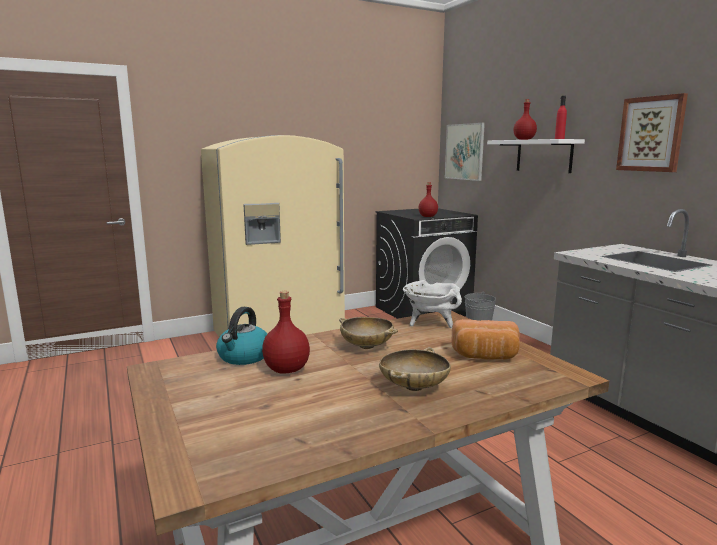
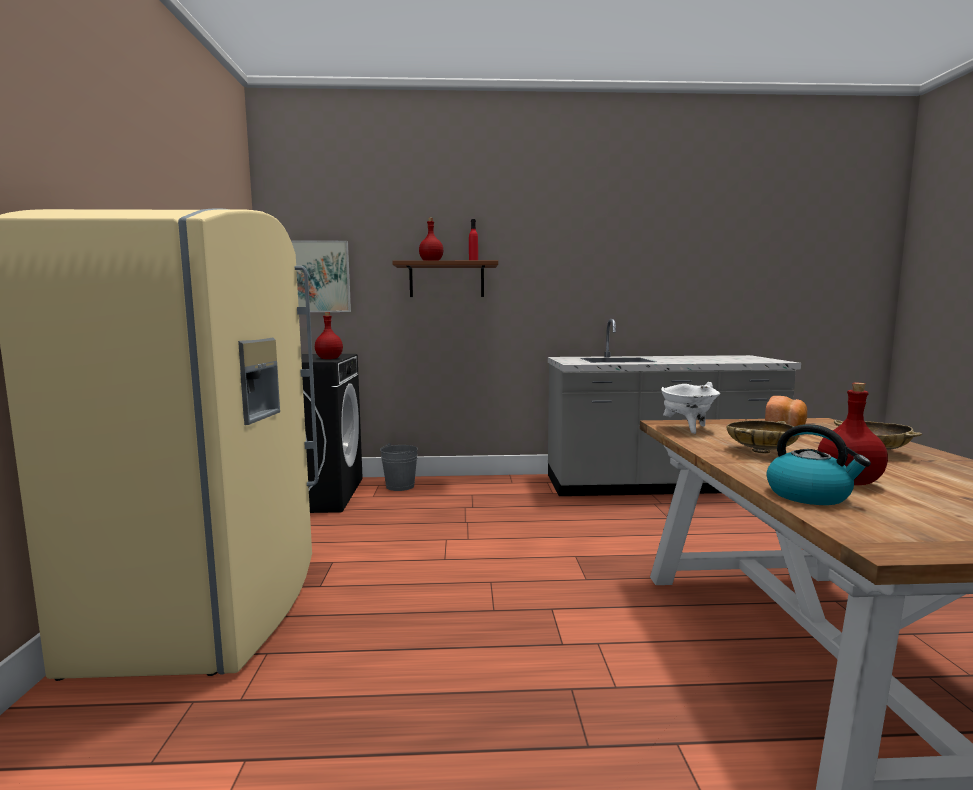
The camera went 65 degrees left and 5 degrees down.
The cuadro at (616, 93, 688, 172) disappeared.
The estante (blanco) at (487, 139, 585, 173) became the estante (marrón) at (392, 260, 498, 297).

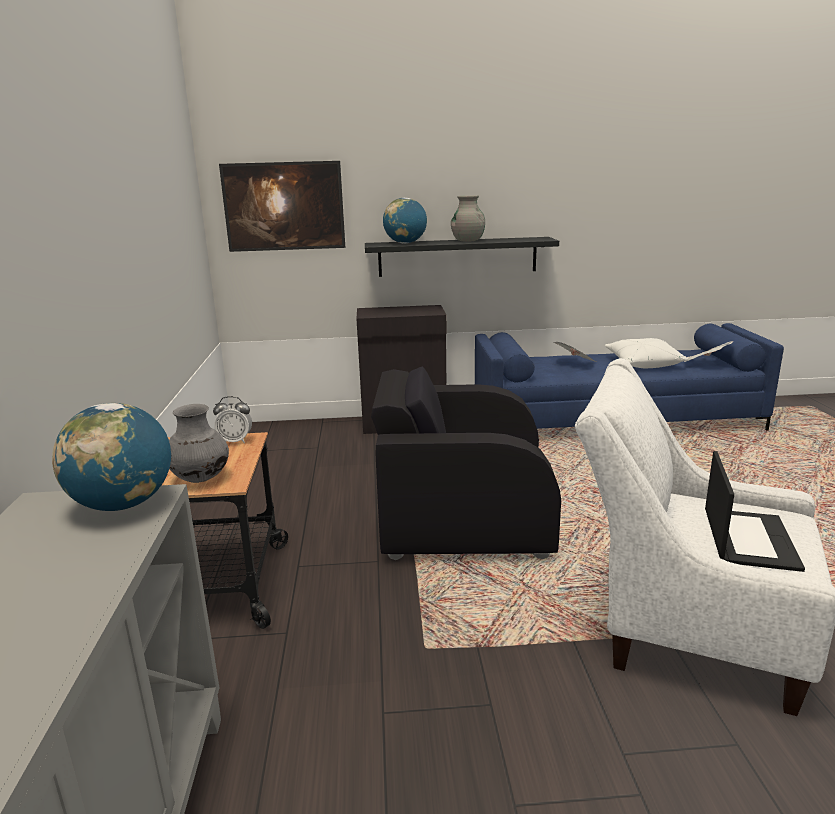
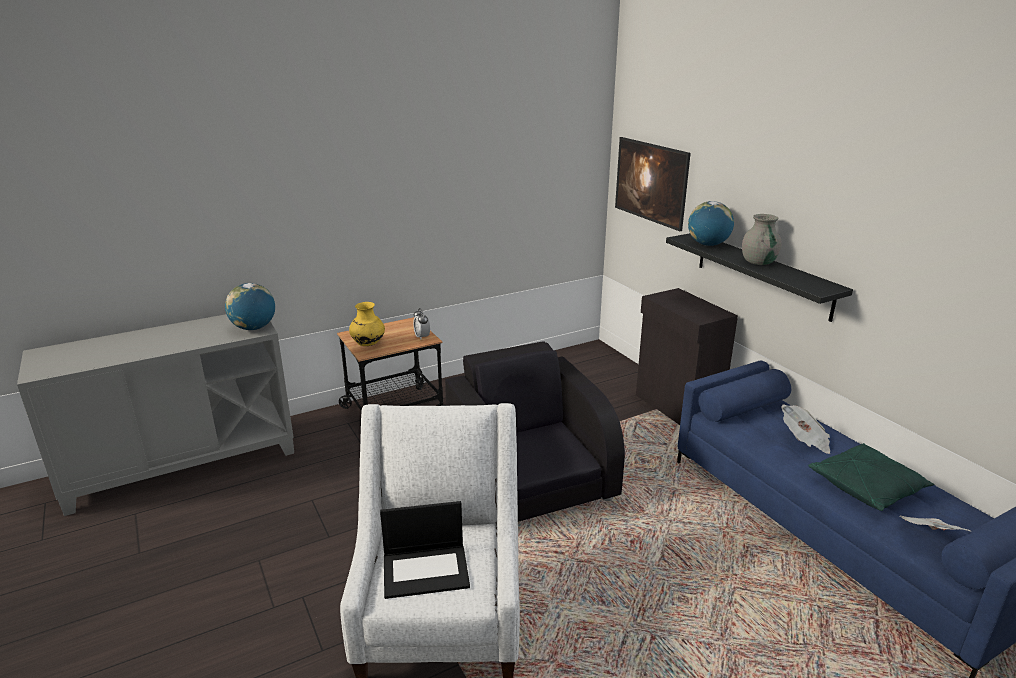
The camera went 65 degrees right and 5 degrees up.
The florero (gris) at (169, 404, 229, 483) became the florero (amarillo) at (349, 302, 385, 346).
The cojín (blanco) at (605, 338, 688, 368) became the cojín (verde) at (808, 443, 934, 511).

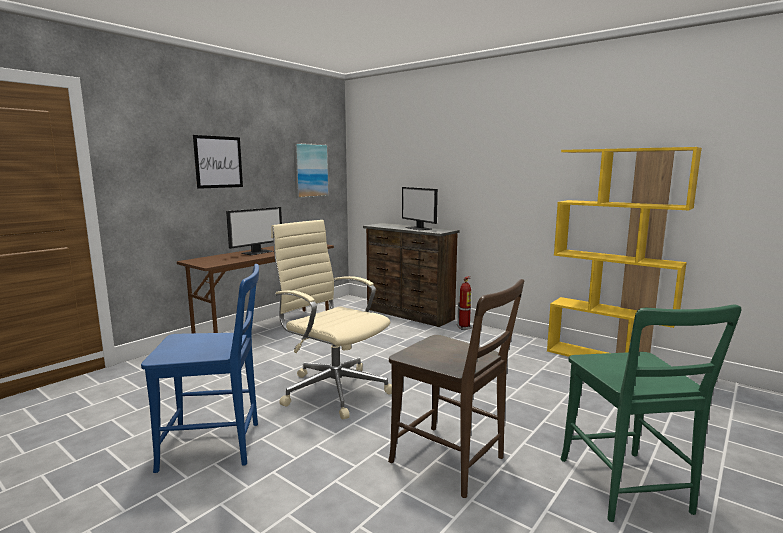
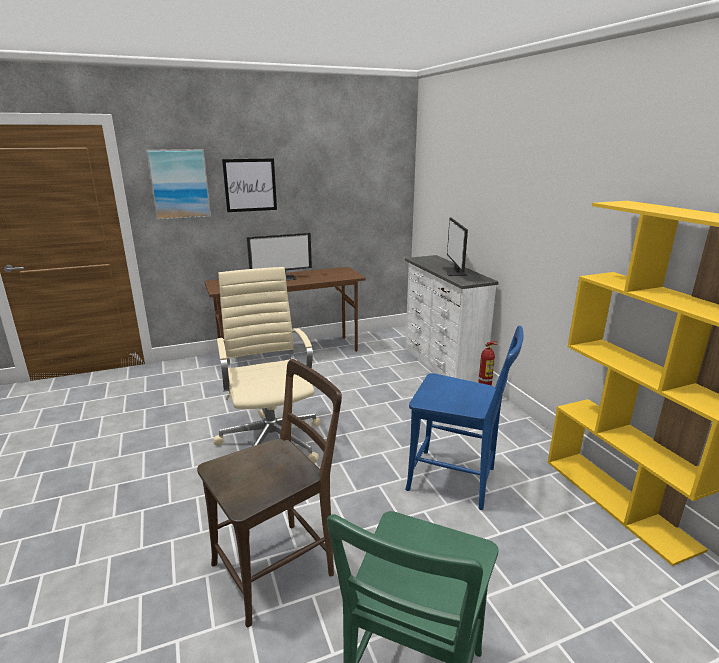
The camera went 30 degrees right and 10 degrees up.
The silla (azul) moved from (141, 264, 259, 473) to (405, 326, 524, 510).
The cuadro moved from (293, 143, 329, 198) to (146, 149, 211, 220).
The cómoda (marrón) at (363, 223, 460, 327) became the cómoda (blanco) at (405, 255, 499, 383).
The silla (marrón) at (388, 279, 524, 498) turned 105 degrees counterclockwise.

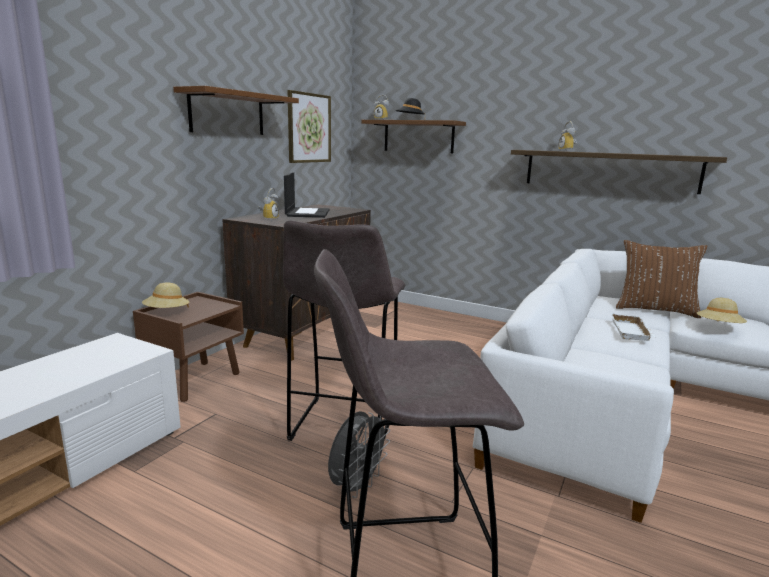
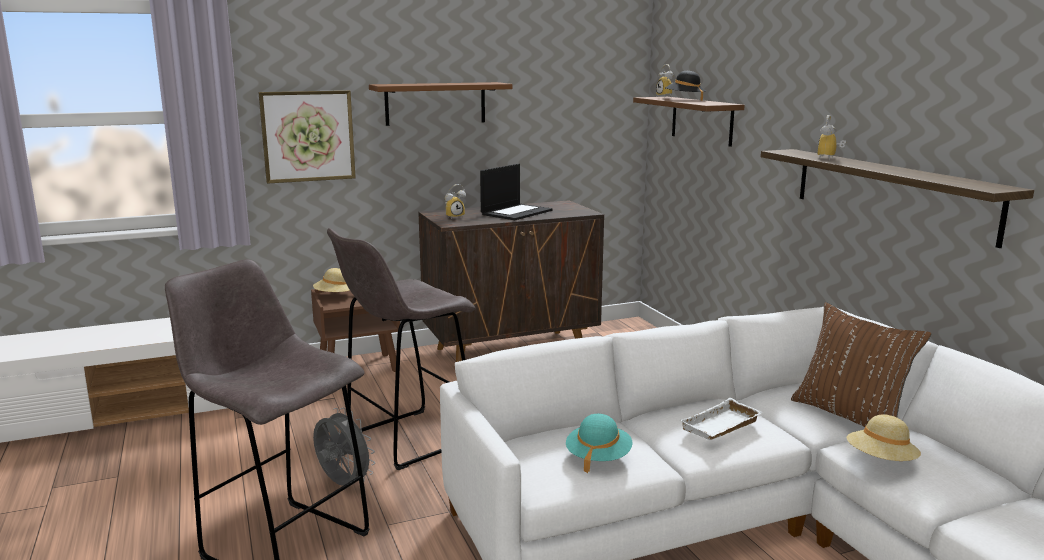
The camera went 40 degrees right and 0 degrees up.
The sombrero (turquesa) at (566, 414, 633, 473) appeared.
The cuadro moved from (287, 90, 331, 163) to (258, 90, 356, 184).
The ventilador (gris) at (328, 411, 390, 498) turned 120 degrees counterclockwise.

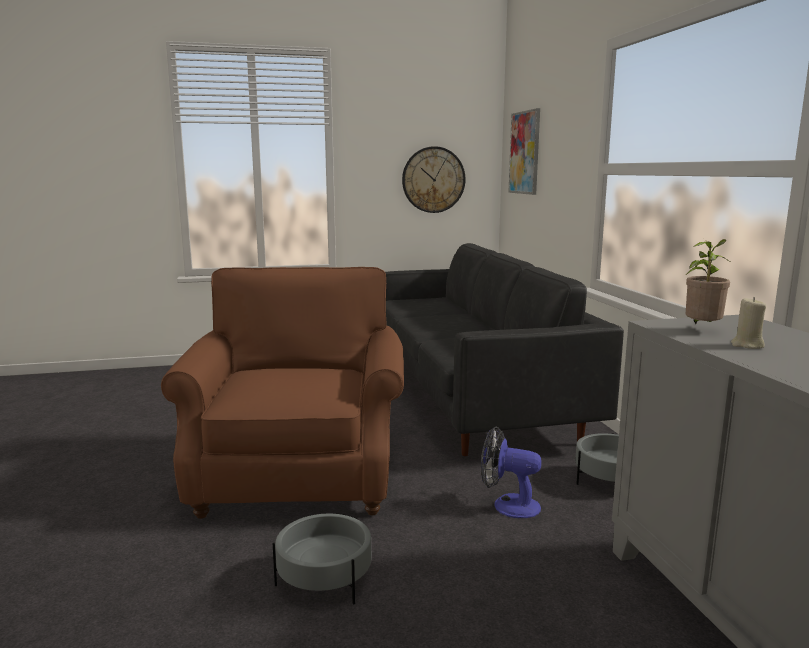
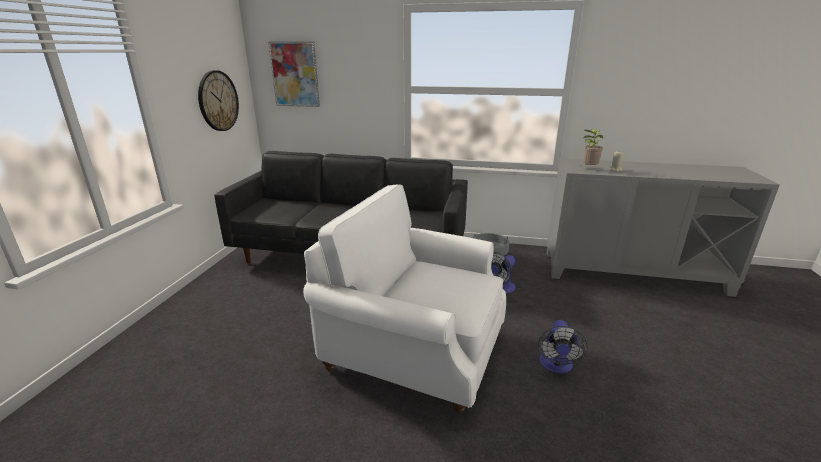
The camera went 65 degrees left and 10 degrees up.
The maceta (gris) at (273, 513, 371, 605) was replaced by the ventilador at (538, 320, 588, 373).
The sillón (marrón) at (161, 267, 404, 519) became the sillón (blanco) at (303, 184, 506, 413).

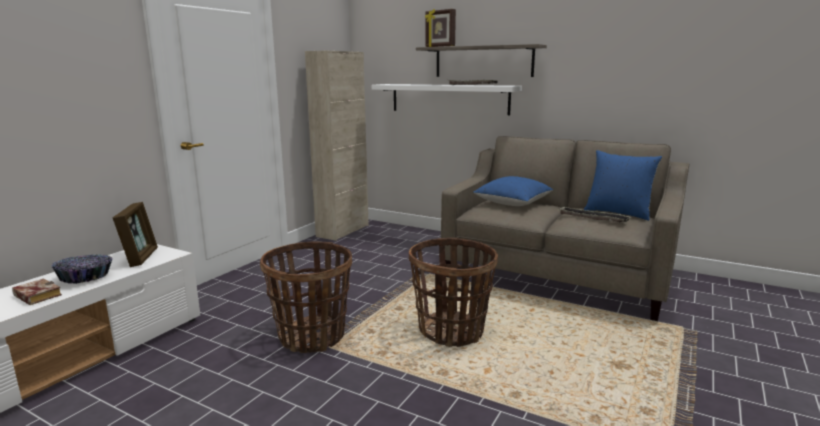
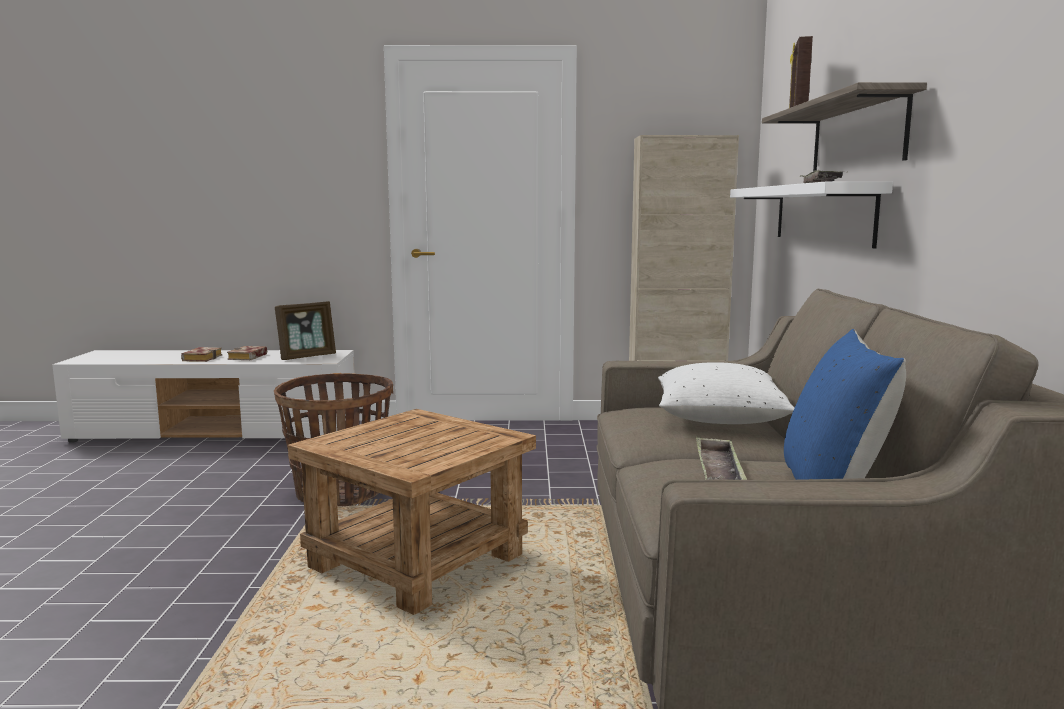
The camera went 60 degrees right and 5 degrees down.
The cuenco at (51, 254, 113, 284) was replaced by the libro at (227, 346, 267, 360).
The cesta at (409, 238, 498, 347) was replaced by the mesa auxiliar (marrón) at (288, 409, 536, 615).
The cojín (azul) at (473, 176, 553, 206) became the cojín (blanco) at (658, 362, 794, 424).

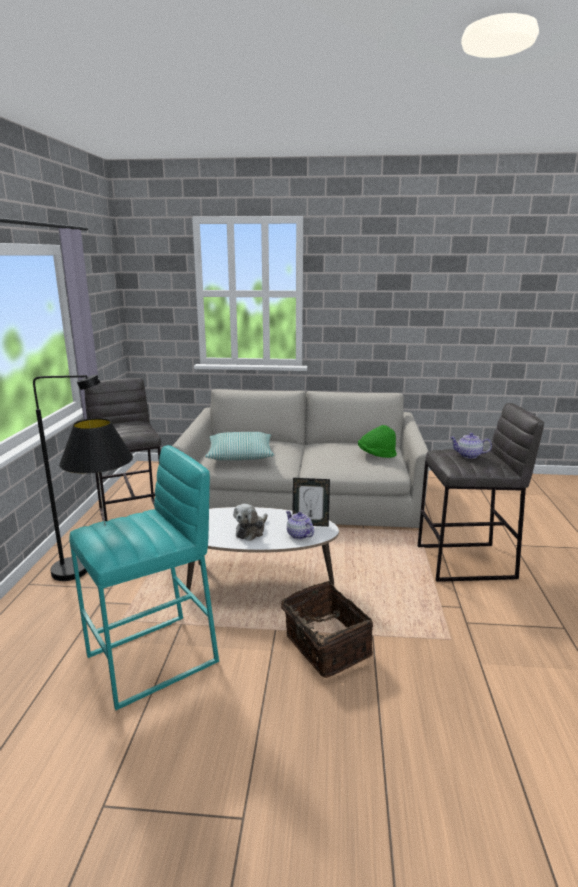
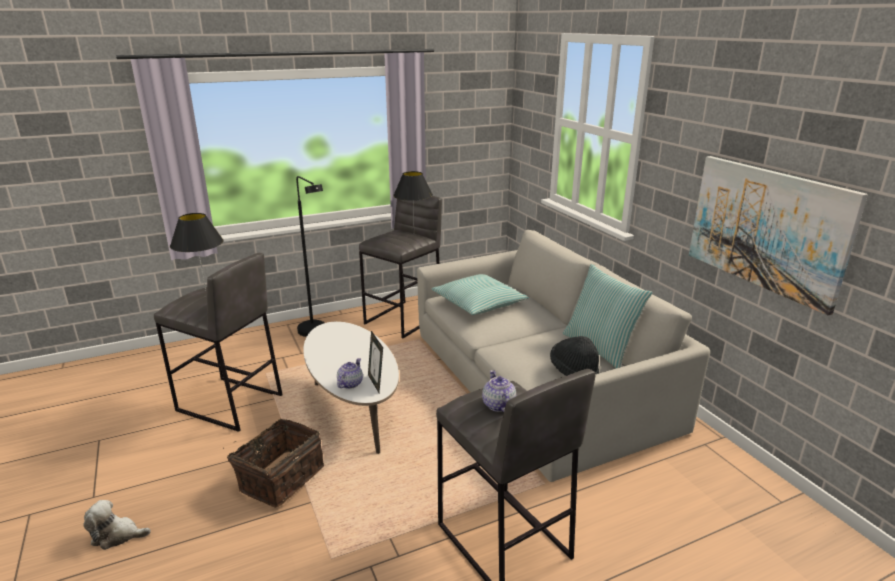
The camera went 60 degrees right and 5 degrees up.
The lámpara de mesa (negro) at (393, 171, 433, 221) appeared.
The cojín at (563, 264, 652, 368) appeared.
The cuadro at (689, 156, 868, 315) appeared.
The peluche moved from (233, 504, 267, 541) to (83, 500, 151, 550).
The taburete (turquesa) at (70, 445, 219, 710) became the taburete (gris) at (154, 253, 283, 432).
The sombrero (verde) at (358, 425, 397, 458) became the sombrero (negro) at (550, 336, 599, 376).

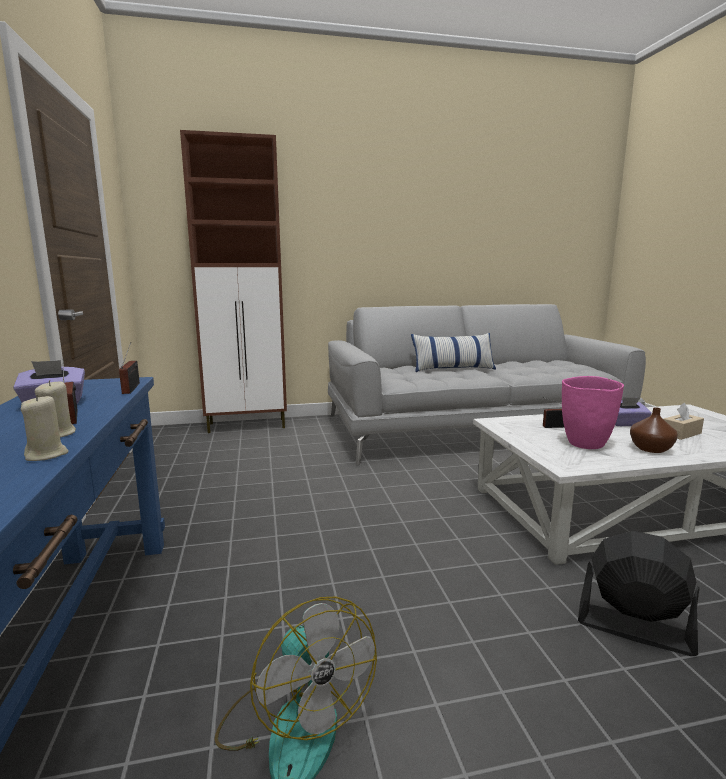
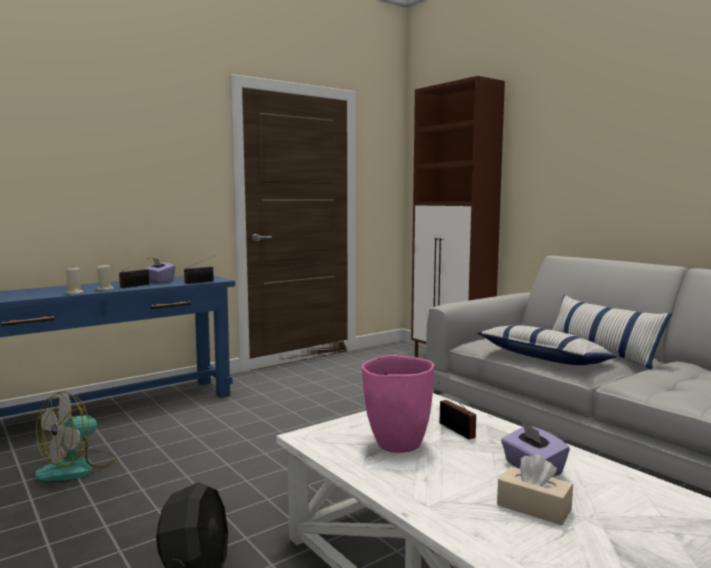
The camera went 65 degrees right and 5 degrees down.
The florero (marrón) at (630, 407, 678, 453) disappeared.
The cojín at (477, 325, 617, 365) appeared.

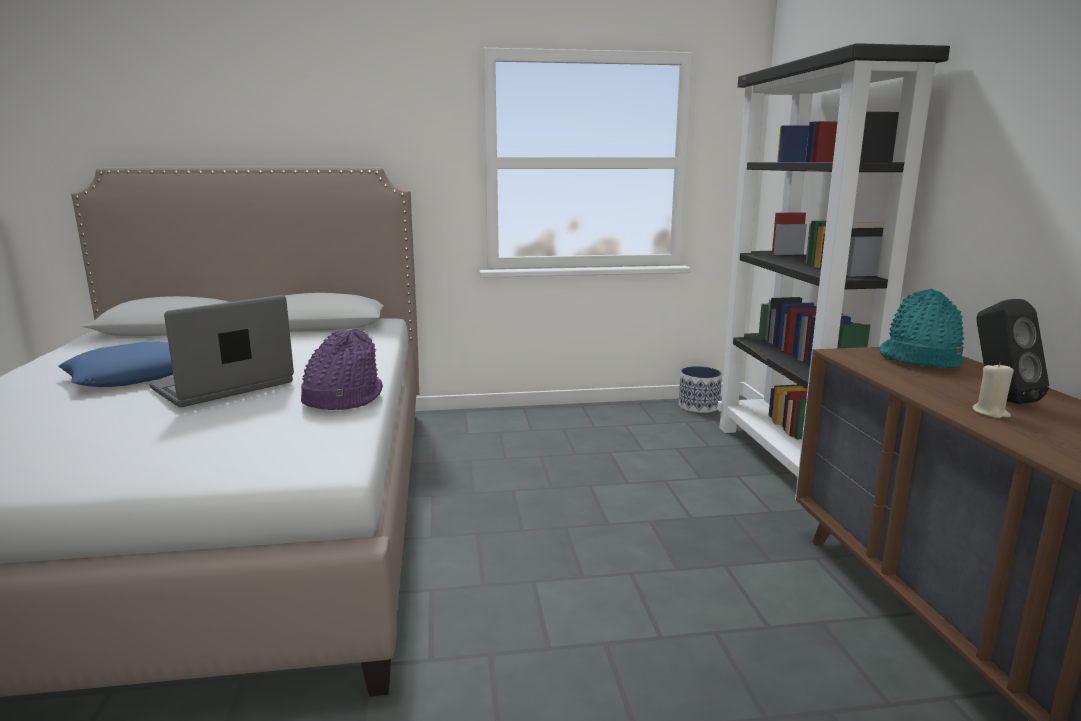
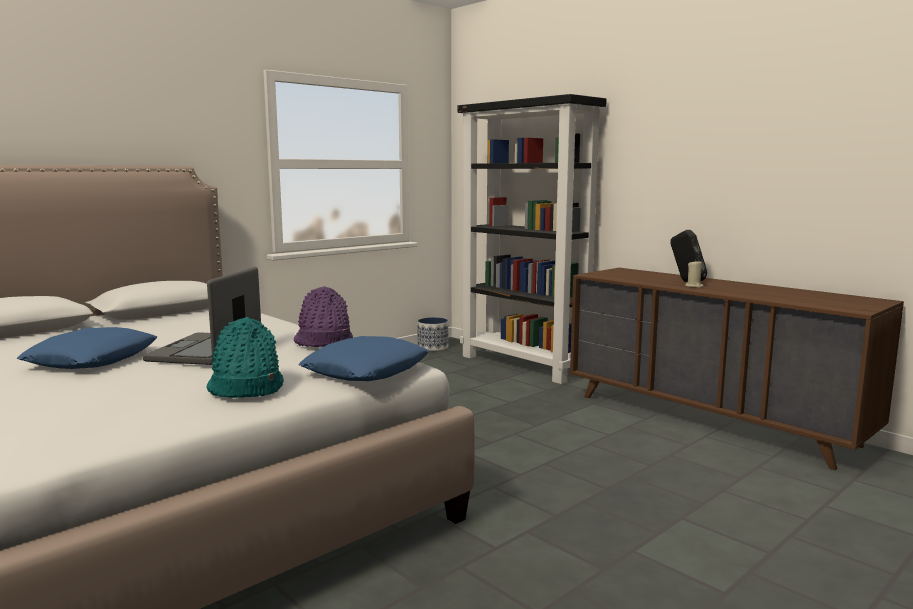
The camera went 35 degrees left and 5 degrees down.
The cojín (azul) at (299, 336, 429, 381) appeared.
The sombrero (turquesa) moved from (879, 289, 964, 368) to (207, 317, 284, 398).

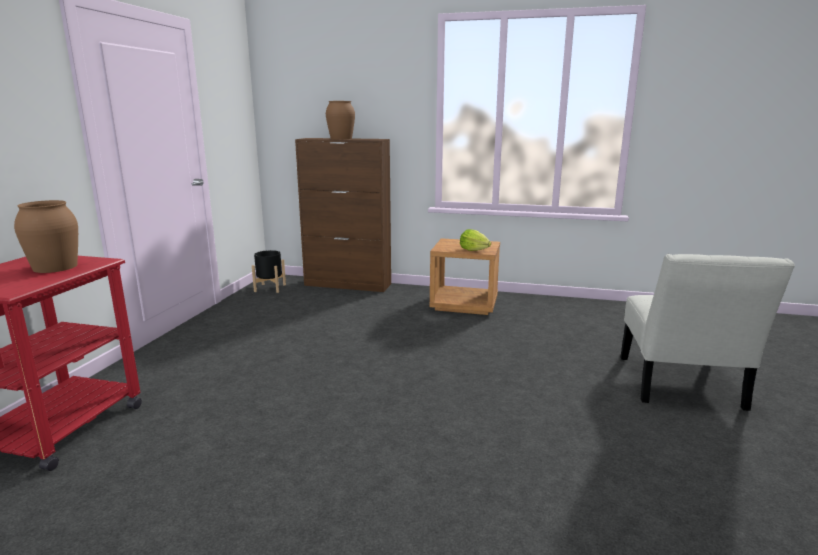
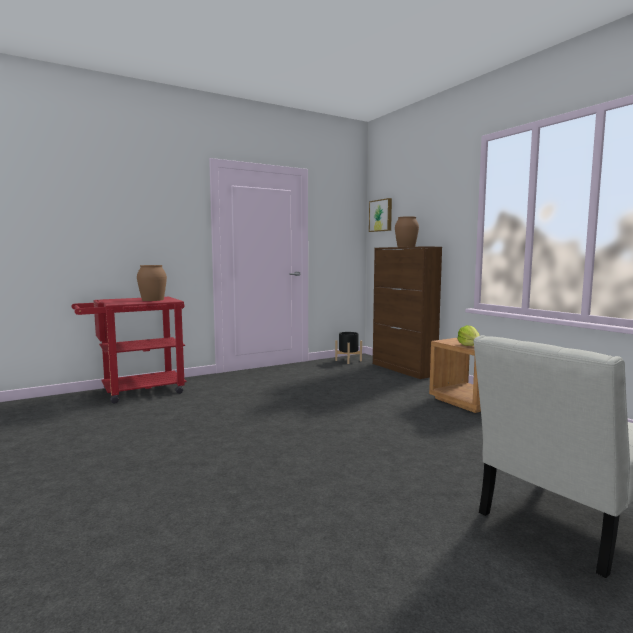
The camera went 45 degrees right and 10 degrees down.
The cuadro at (369, 198, 392, 232) appeared.

